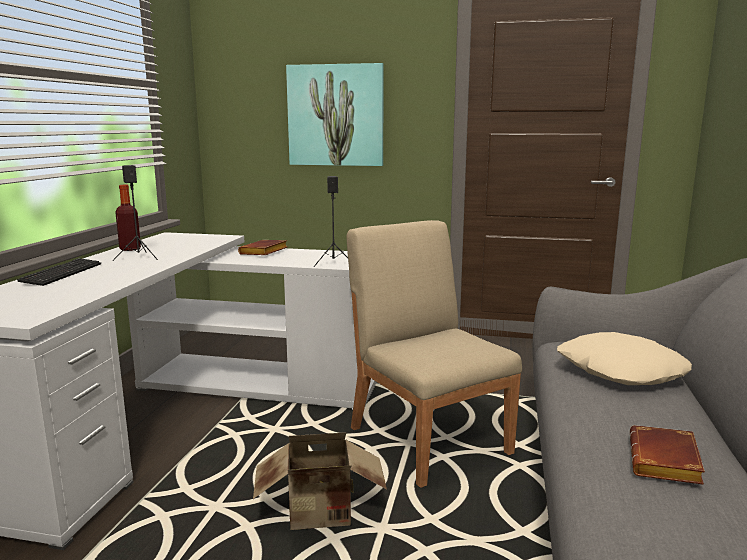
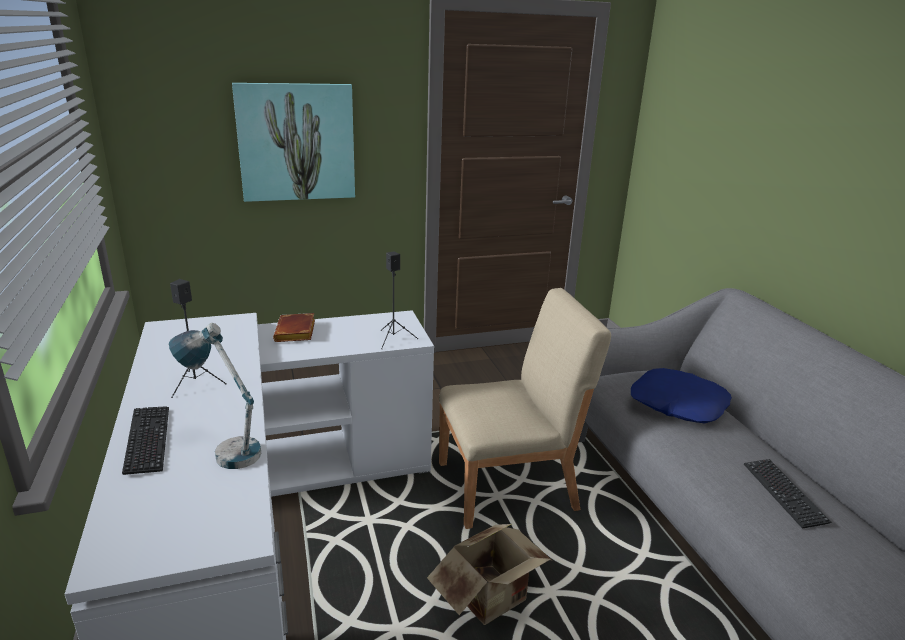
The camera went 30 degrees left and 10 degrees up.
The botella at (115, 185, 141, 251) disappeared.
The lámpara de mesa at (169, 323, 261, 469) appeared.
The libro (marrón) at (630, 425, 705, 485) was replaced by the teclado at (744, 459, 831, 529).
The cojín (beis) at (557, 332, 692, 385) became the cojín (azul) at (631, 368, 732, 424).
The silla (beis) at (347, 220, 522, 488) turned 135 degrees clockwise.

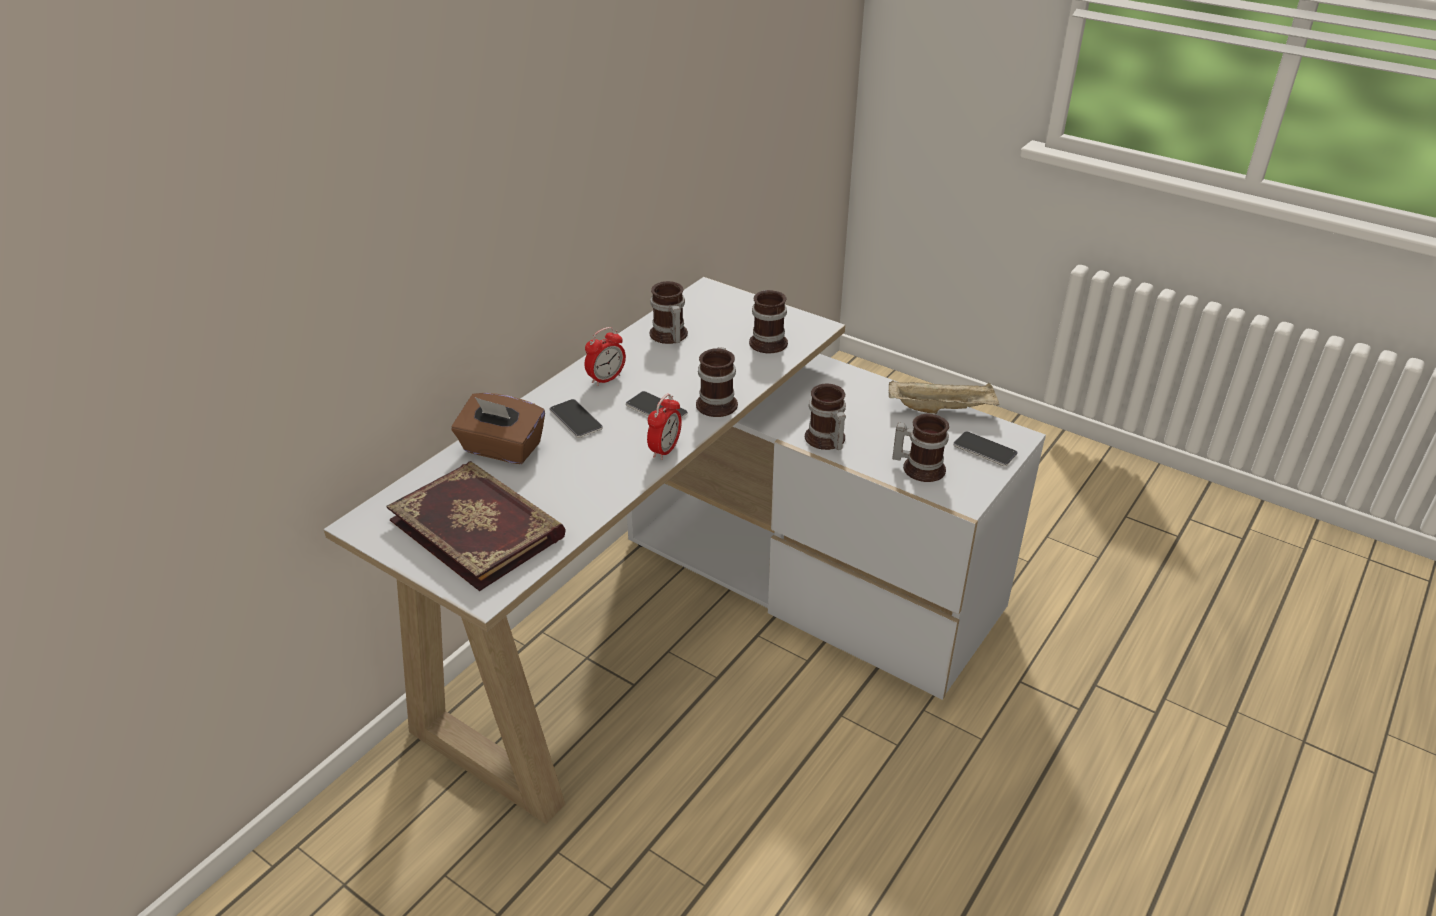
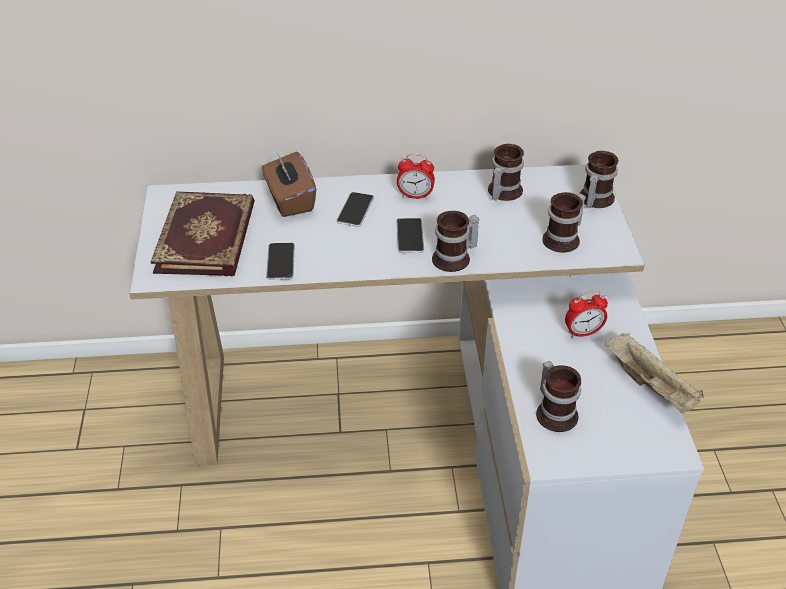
The camera went 50 degrees right and 5 degrees up.
The despertador moved from (647, 394, 682, 460) to (565, 291, 608, 338).
The taza grande moved from (805, 383, 846, 450) to (579, 151, 619, 208).
The móvil moved from (953, 431, 1017, 466) to (266, 243, 295, 280).

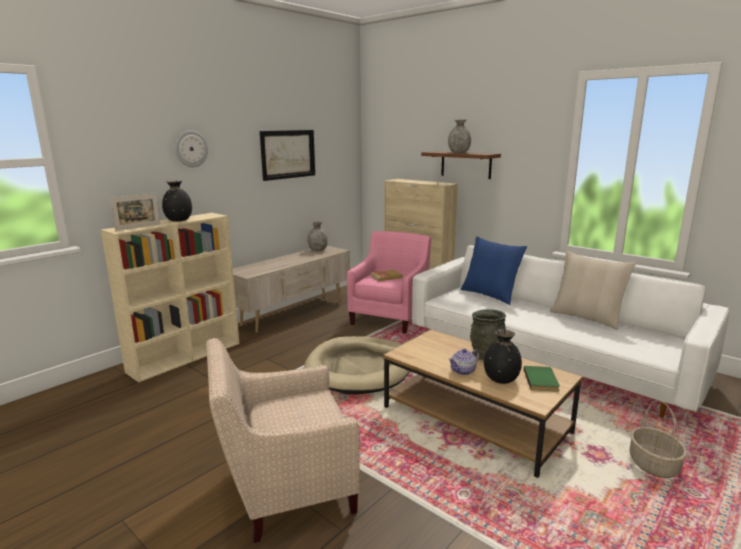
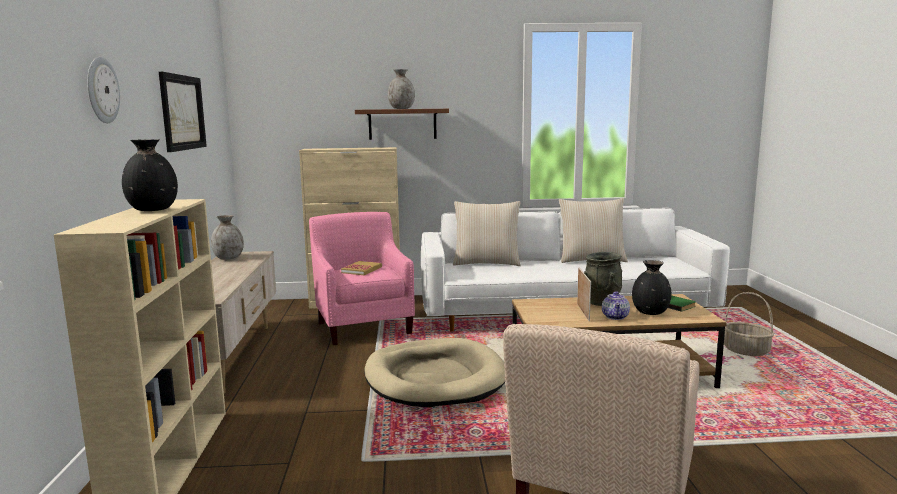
The camera went 45 degrees left and 5 degrees down.
The portarretratos moved from (110, 193, 160, 231) to (577, 267, 591, 321).
The cojín (azul) at (461, 237, 527, 305) became the cojín (beis) at (453, 201, 521, 266).

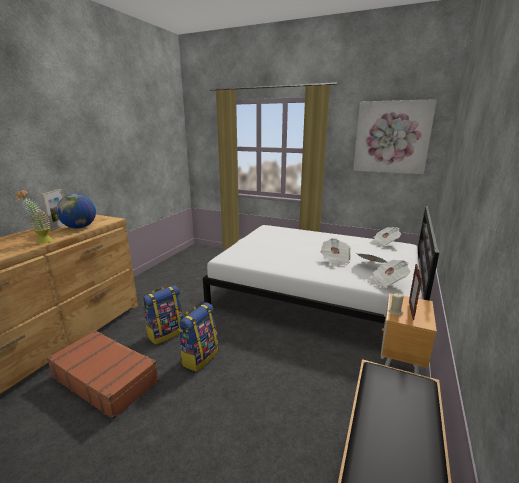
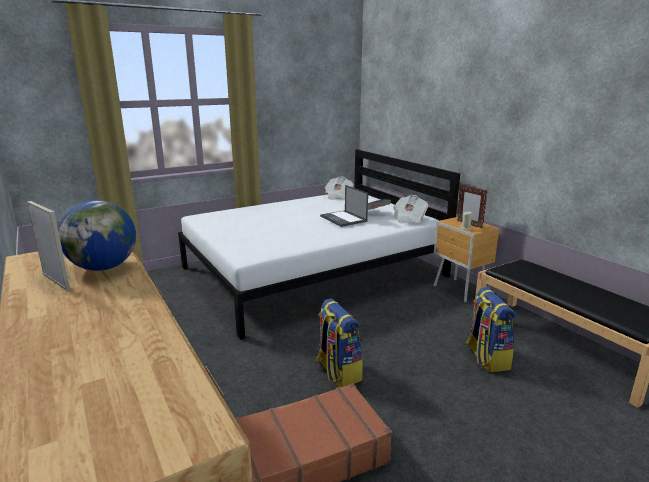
The camera went 55 degrees left and 0 degrees up.
The planta en maceta at (16, 190, 53, 244) disappeared.
The cuadro at (353, 99, 437, 174) disappeared.
The mochila moved from (143, 285, 183, 345) to (465, 287, 516, 372).
The periódico at (321, 238, 351, 267) was replaced by the portátil at (320, 185, 368, 227).

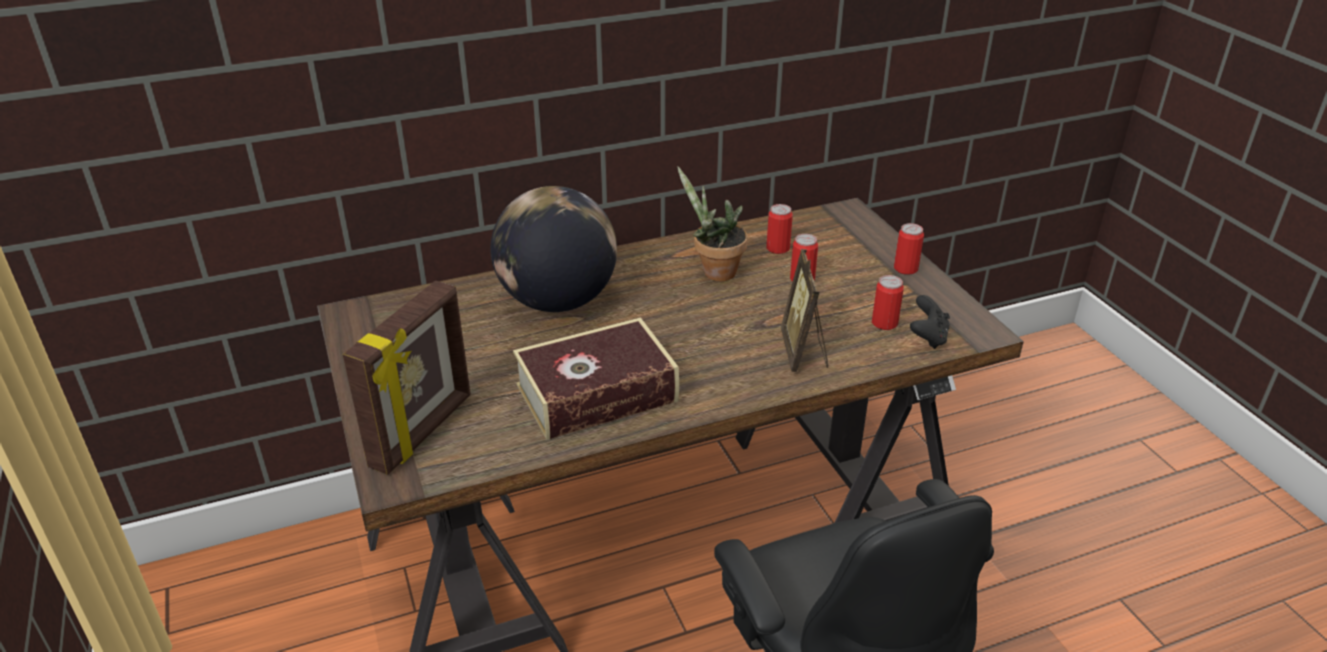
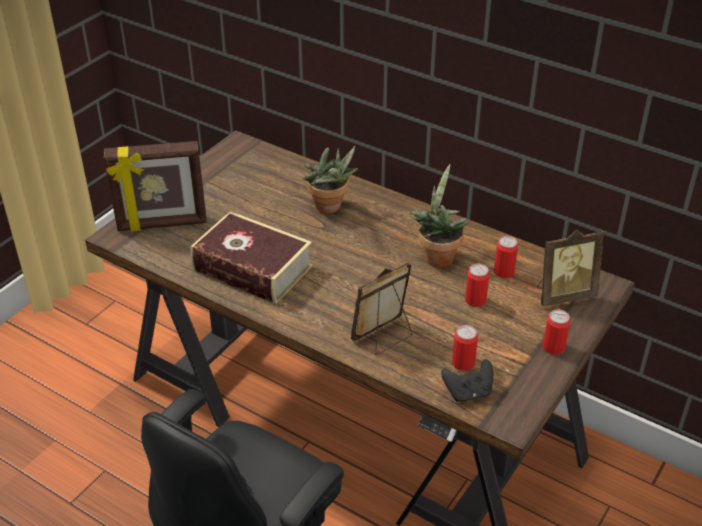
The camera went 55 degrees right and 5 degrees up.
The portarretratos at (537, 230, 604, 306) appeared.
The globo terráqueo at (491, 186, 617, 312) was replaced by the planta en maceta at (303, 146, 358, 214).

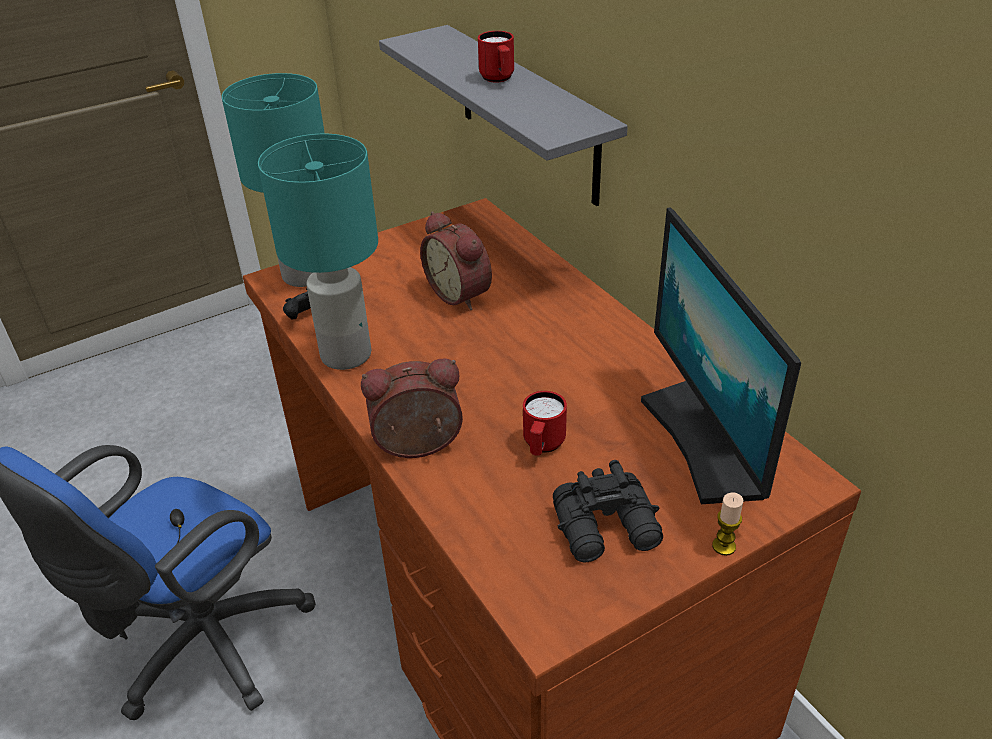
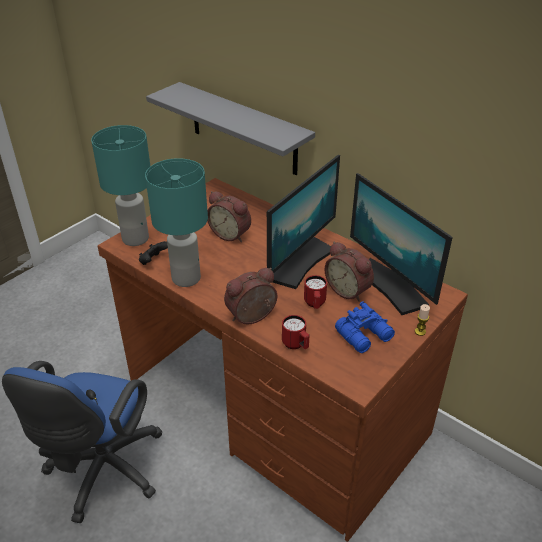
The camera went 20 degrees left and 0 degrees up.
The monitor at (267, 155, 340, 289) appeared.
The despertador at (325, 242, 374, 302) appeared.
The taza grande (rojo) moved from (478, 31, 514, 83) to (282, 315, 310, 349).
The prismáticos (negro) at (553, 460, 663, 563) became the prismáticos (azul) at (335, 301, 395, 353).

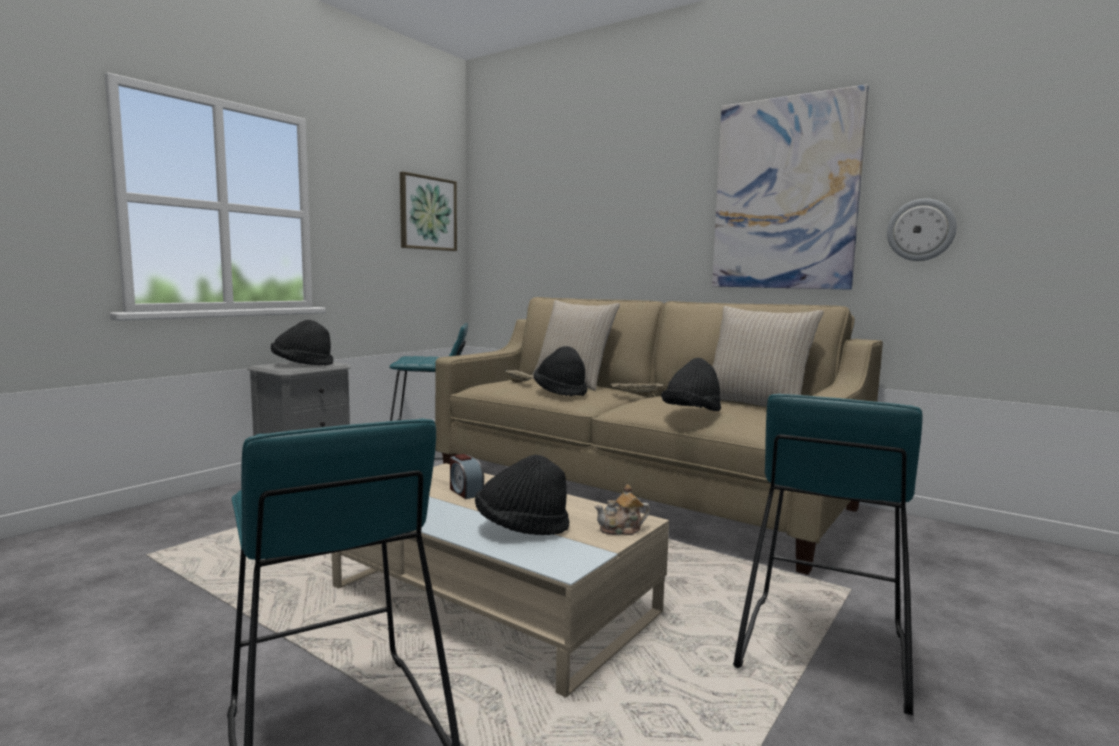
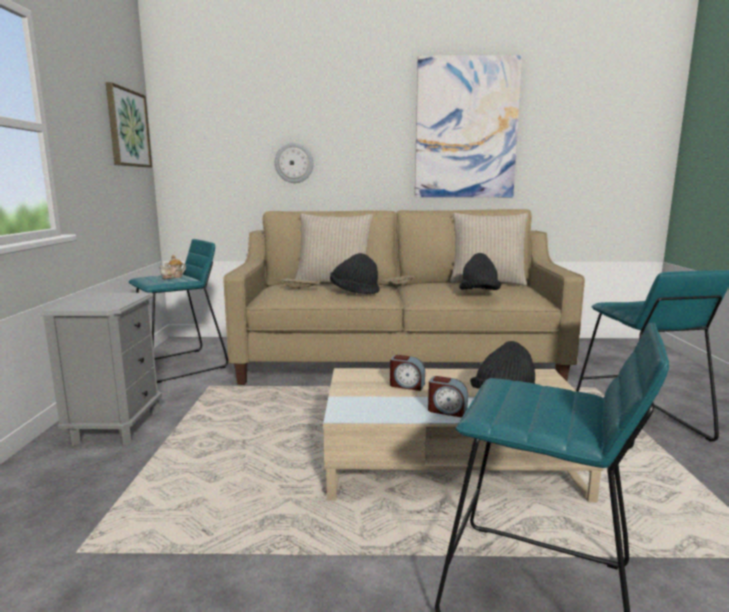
The camera went 35 degrees left and 5 degrees up.
The sombrero (negro) at (271, 320, 333, 366) disappeared.
The despertador at (428, 376, 468, 418) appeared.
The tetera moved from (594, 484, 650, 535) to (158, 255, 186, 279).
The reloj de pared moved from (887, 199, 957, 261) to (275, 143, 313, 183).

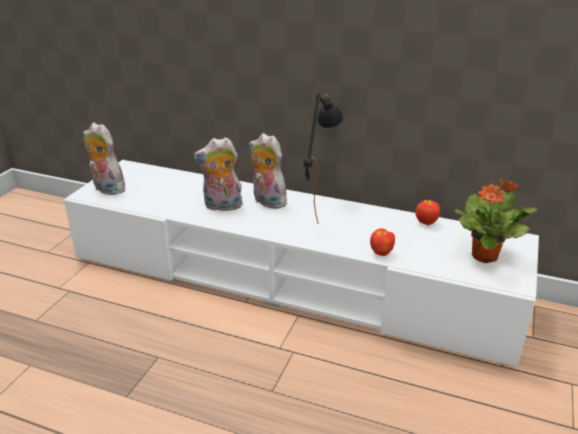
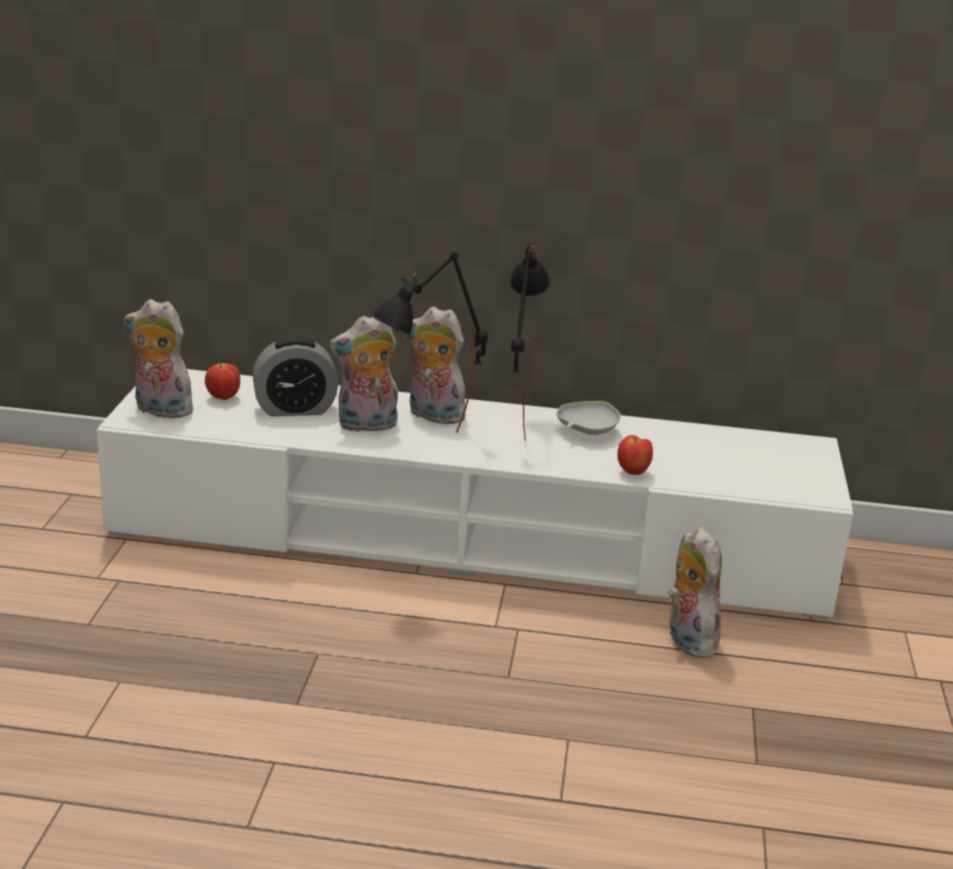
The camera went 15 degrees left and 5 degrees down.
The planta en maceta at (455, 179, 538, 263) disappeared.
The despertador at (253, 337, 338, 417) appeared.
The lámpara de mesa (negro) at (371, 252, 488, 433) appeared.
The cuenco (blanco) at (556, 401, 621, 435) appeared.
The peluche at (668, 527, 723, 658) appeared.
The manzana moved from (415, 199, 440, 225) to (205, 362, 240, 400).

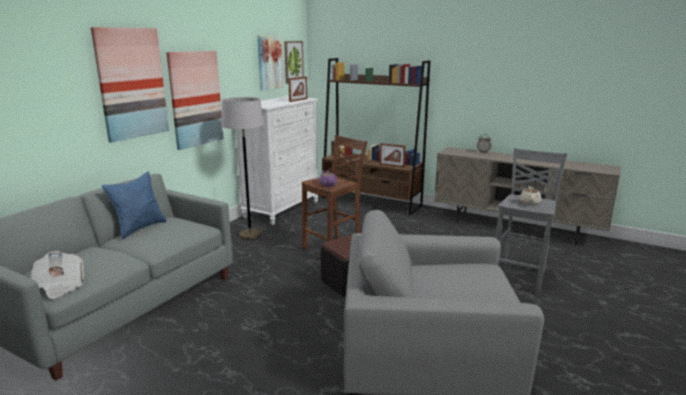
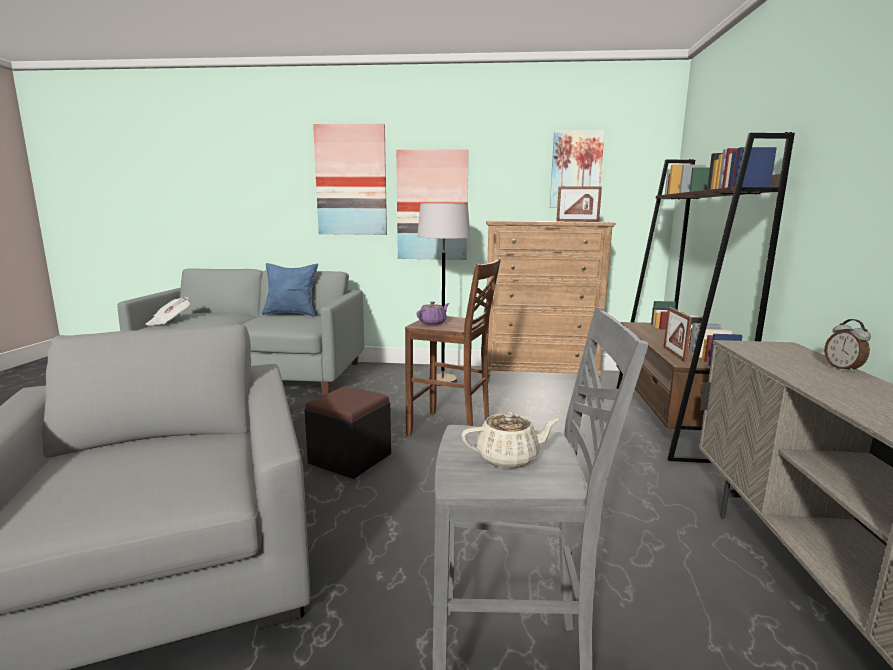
The camera went 65 degrees right and 5 degrees down.
The cuadro at (284, 41, 304, 84) disappeared.
The cómoda (blanco) at (236, 96, 318, 225) became the cómoda (marrón) at (486, 221, 615, 382).

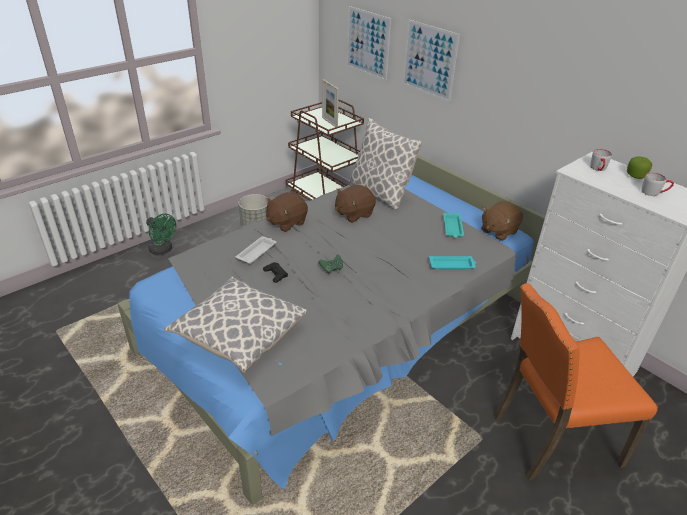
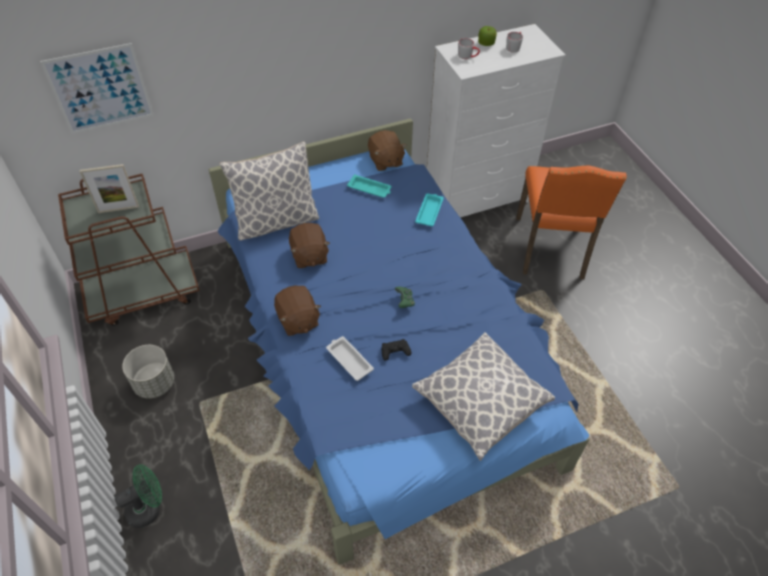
The camera went 70 degrees left and 15 degrees up.
The cuadro at (402, 19, 460, 102) disappeared.
The cama (gris) at (118, 155, 545, 505) became the cama (azul) at (208, 118, 589, 565).

